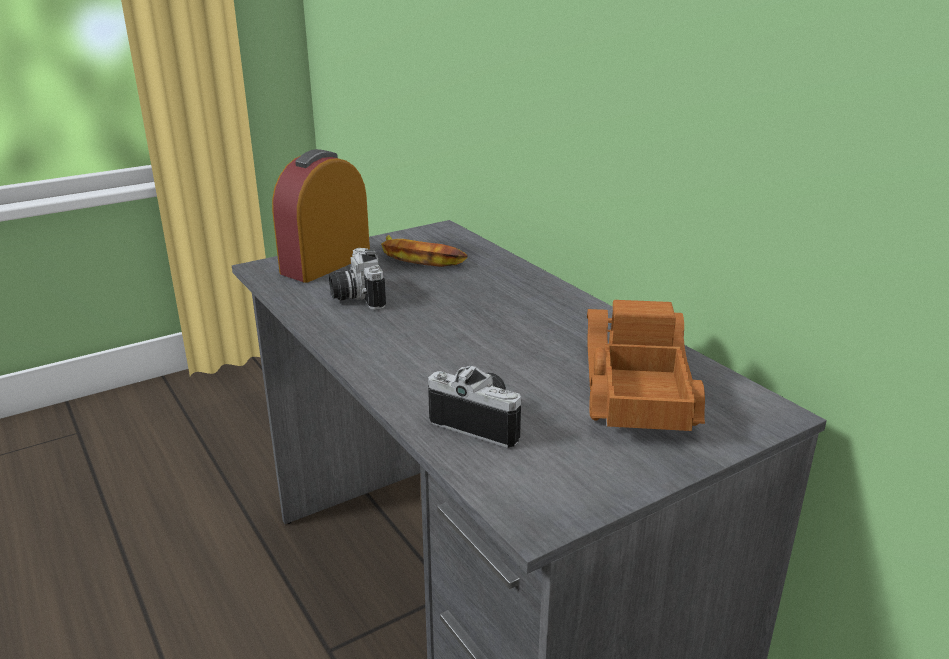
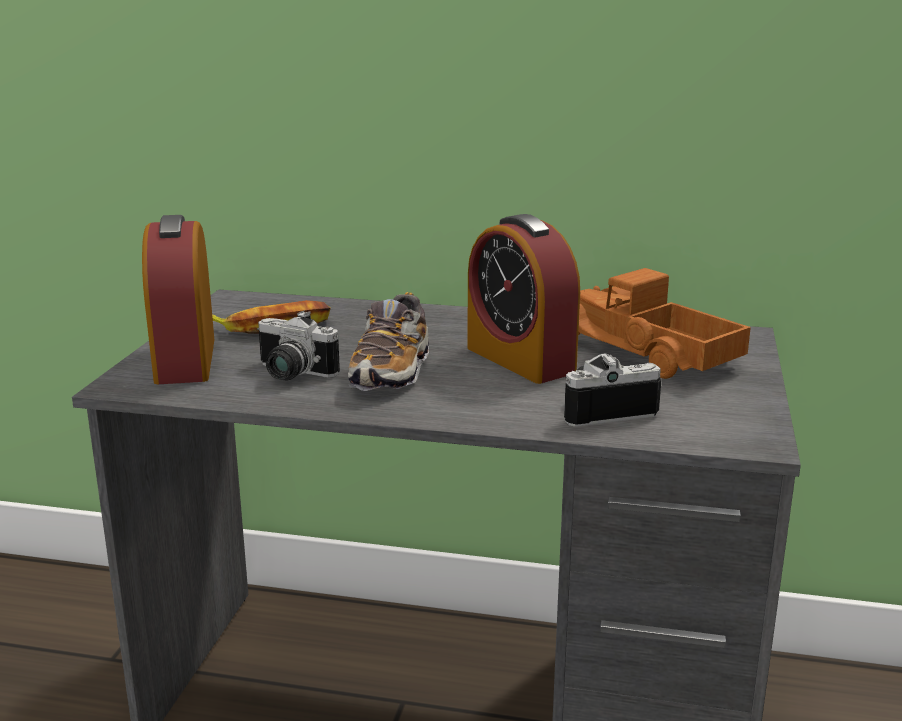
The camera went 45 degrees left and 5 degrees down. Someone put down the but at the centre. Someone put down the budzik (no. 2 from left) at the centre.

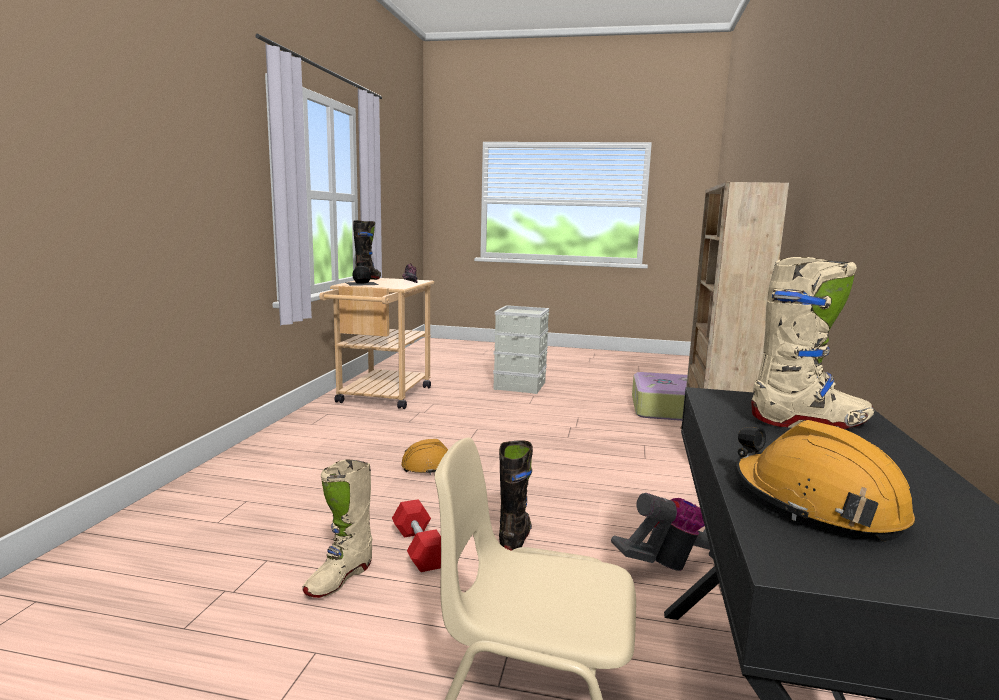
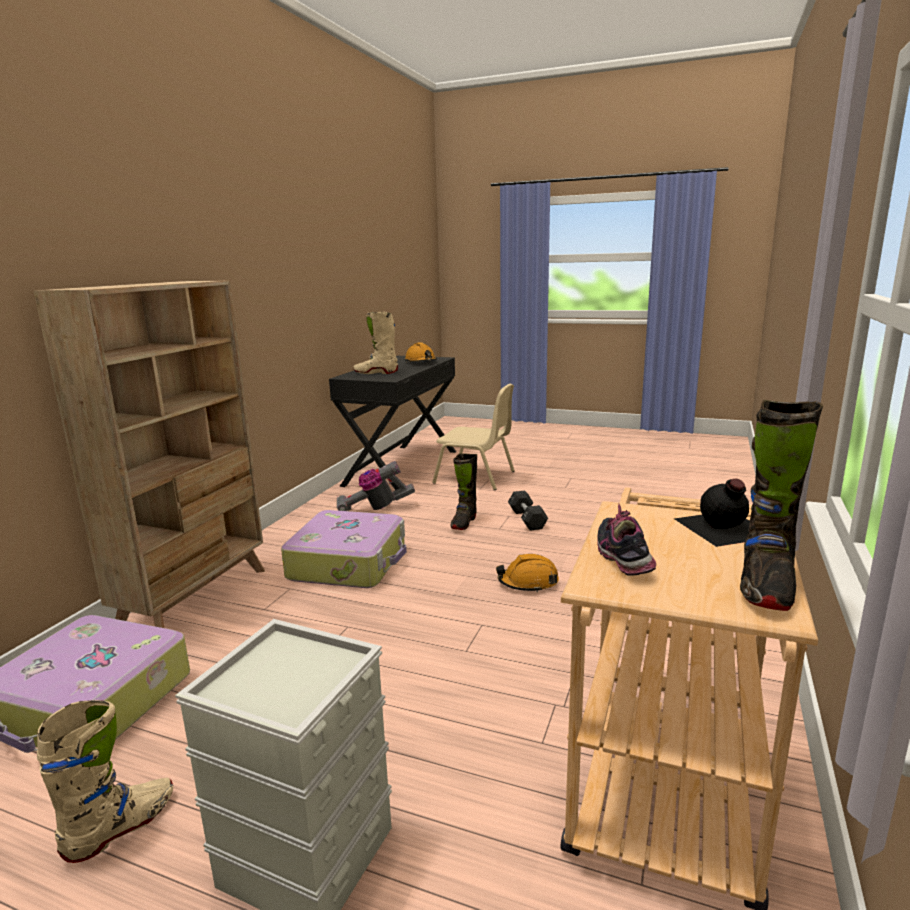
The camera went 170 degrees left and 5 degrees up. Someone carried the but z cholewką (beżowy) (no. 1 from left) from the bottom centre to the bottom left. Someone put down the walizka (no. 2 from left) at the centre. Someone repainted the hantel (czerwony) at the bottom centre, which became the hantel (czarny) at the centre.

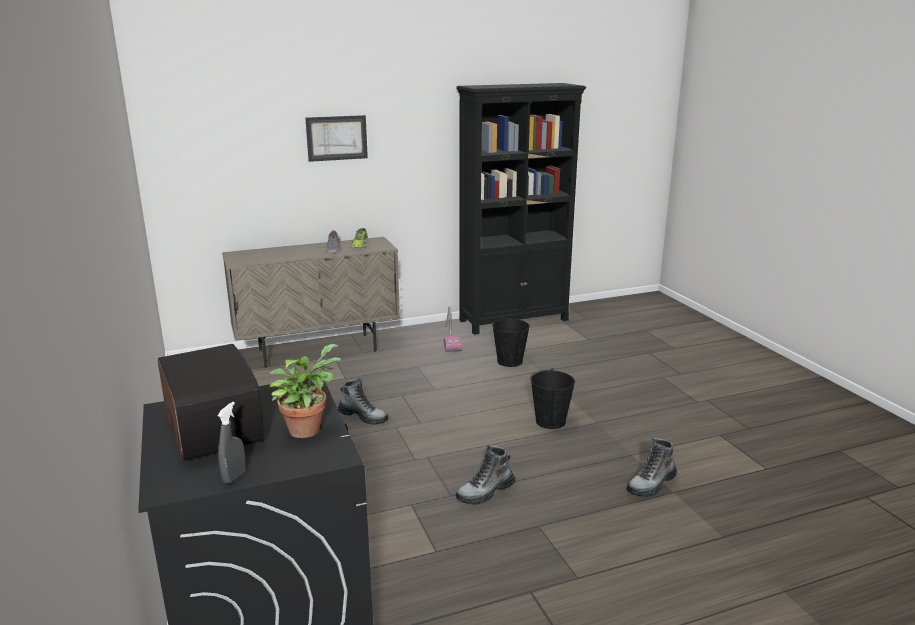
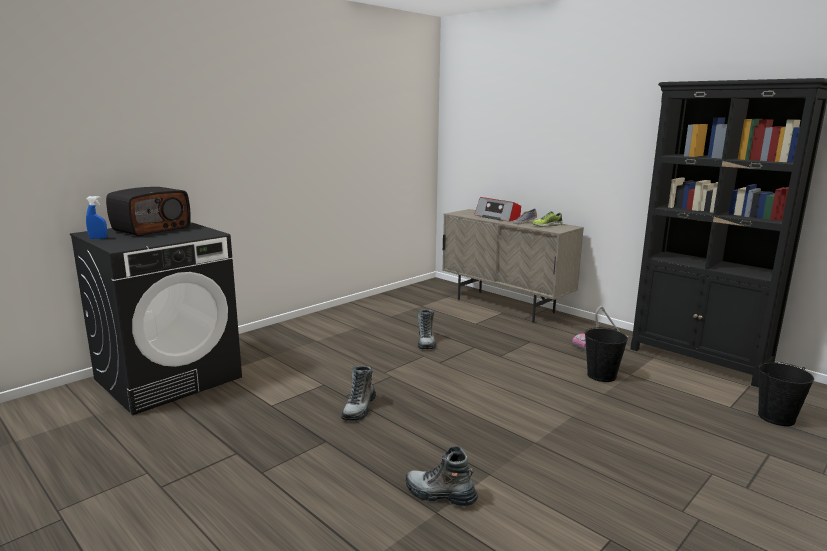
The camera went 65 degrees right and 5 degrees down. Someone repainted the spryskiwacz (szary) at the bottom left, which became the spryskiwacz (niebieski) at the middle left. Someone rotated the but z cholewką (no. 2 from left in the first image) at the bottom centre by 105 degrees counterclockwise. Someone put down the radio (no. 2 from left) at the centre. Someone carried the wiadro (czarny) (no. 2 from left) from the centre to the bottom right. Someone took away the roślina doniczkowa at the centre. Someone took away the obraz at the top centre.

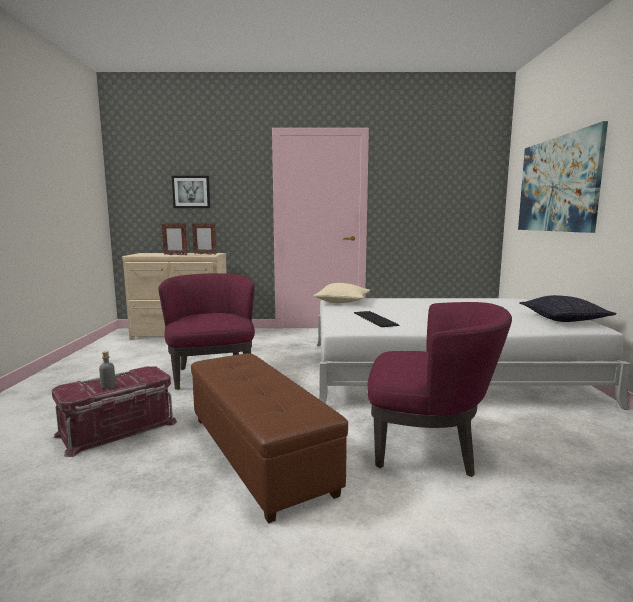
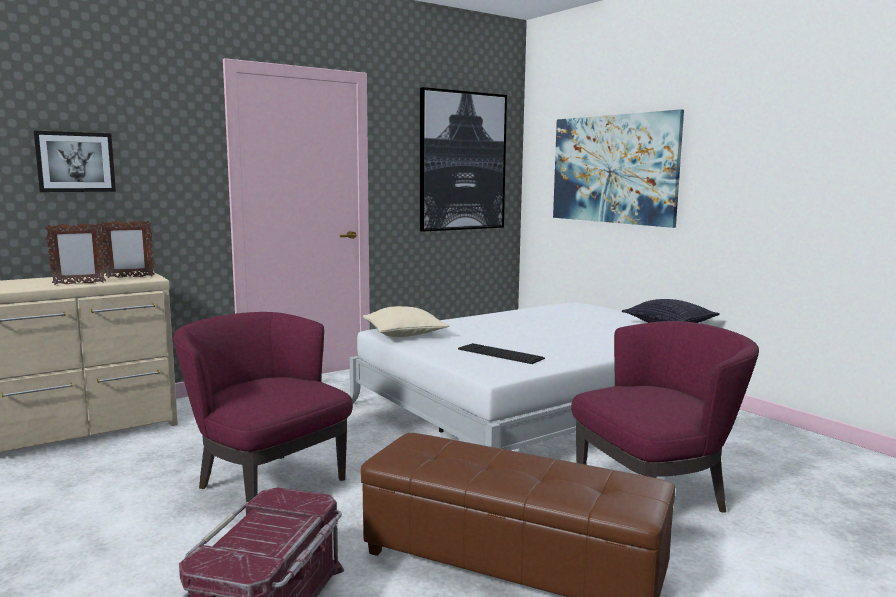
The camera went 35 degrees left and 0 degrees up. Someone put up the obraz (no. 2 from left) at the top centre. Someone took away the butelka (szary) at the middle left.

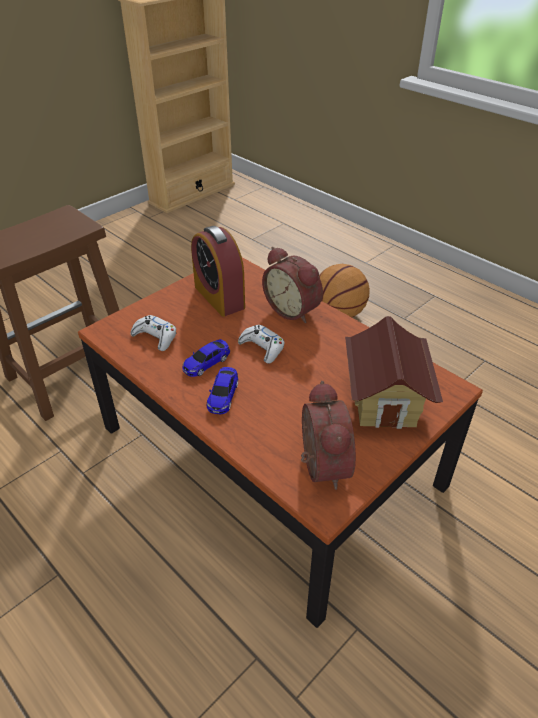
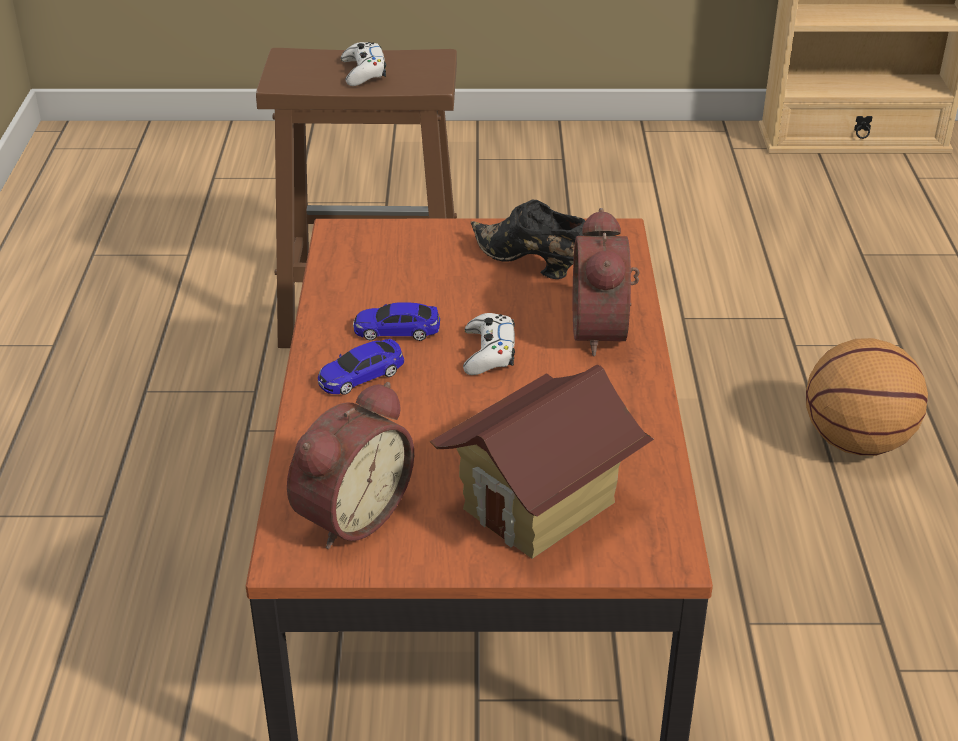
The camera went 45 degrees right and 5 degrees down. Someone carried the pad do gier (biały) (no. 1 from left) from the middle left to the top centre. Someone swapped the budzik (no. 1 from left) at the centre for the but (czarny) at the top centre.

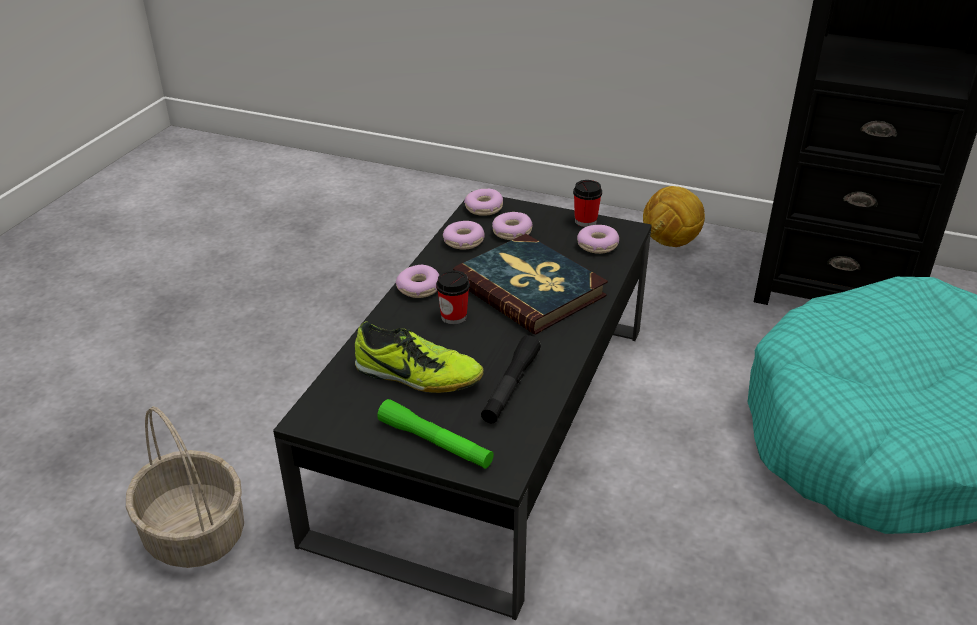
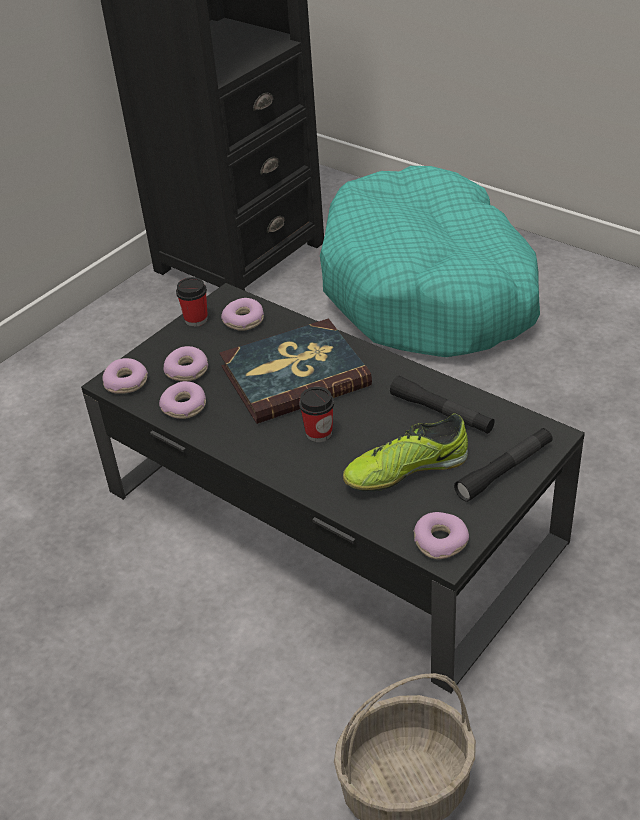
The camera went 70 degrees left and 5 degrees up. Someone rotated the but at the centre by 150 degrees counterclockwise. Someone carried the donut (no. 1 from left in the first image) from the centre to the middle right. Someone repainted the latarka (zielony) at the bottom centre, which became the latarka (czarny) (no. 2 from left) at the middle right. Someone took away the piłka futbolowa at the middle right.

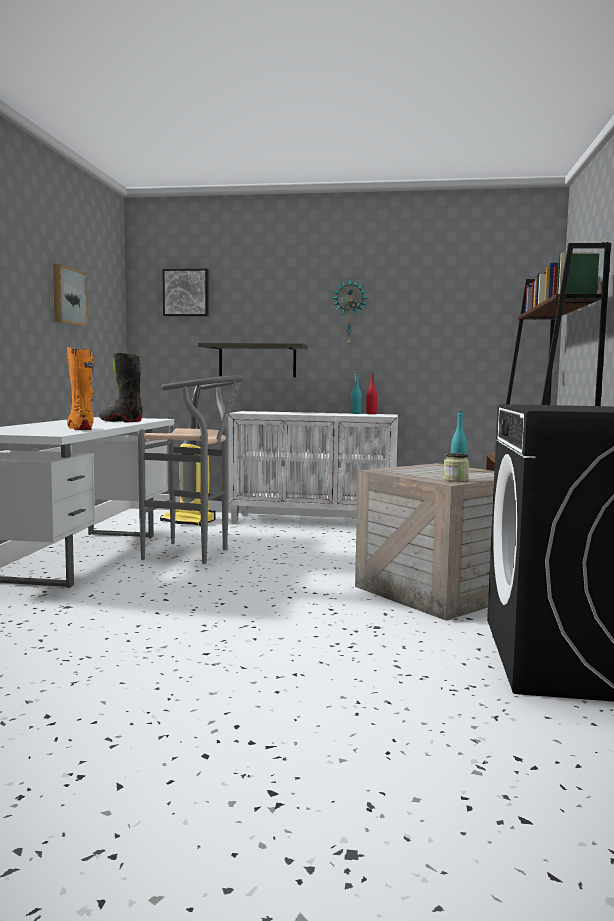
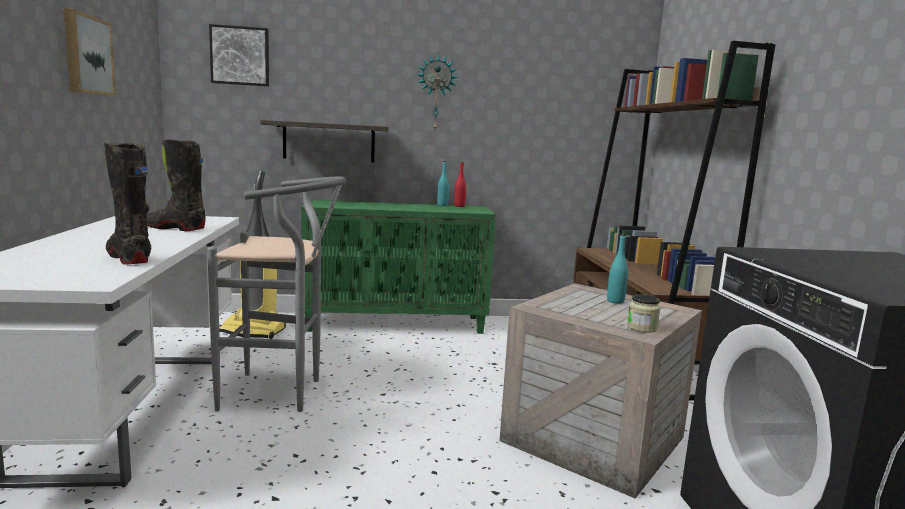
The camera went 15 degrees left and 5 degrees up. Someone repainted the but z cholewką (pomarańczowy) at the middle left, which became the but z cholewką (czarny) (no. 1 from left) at the middle left. Someone repainted the szafka (biały) at the centre, which became the szafka (zielony) at the centre.

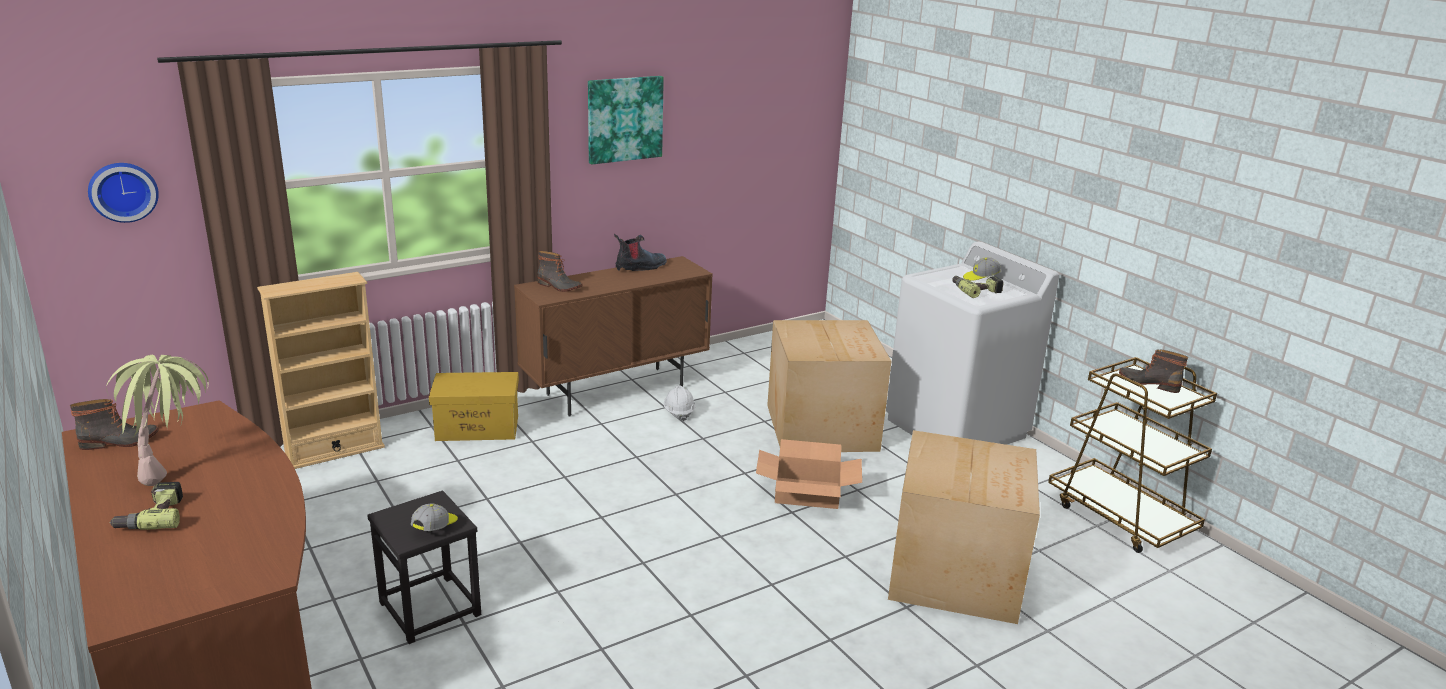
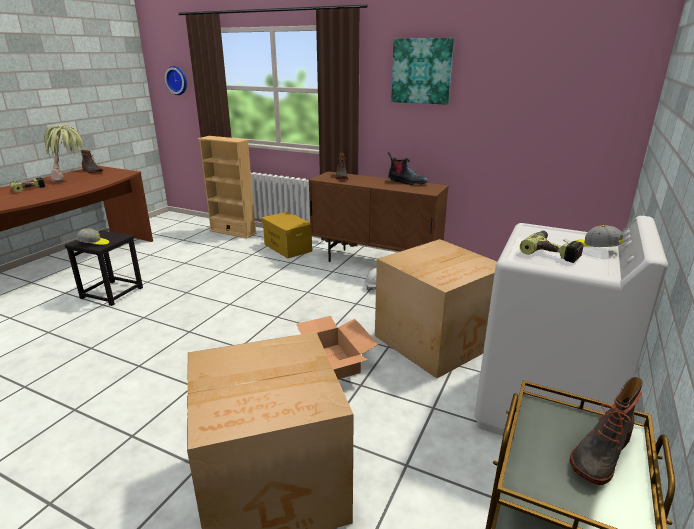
The camera went 60 degrees right and 0 degrees up. Someone rotated the but z cholewką (no. 4 from left) at the middle right by 135 degrees counterclockwise.

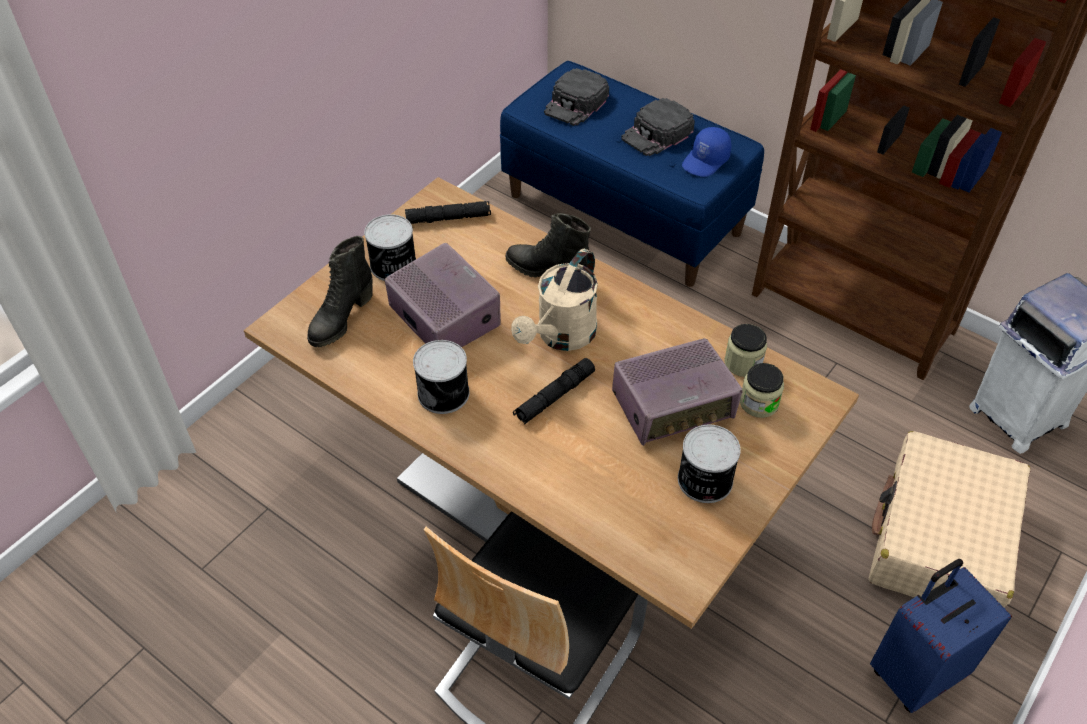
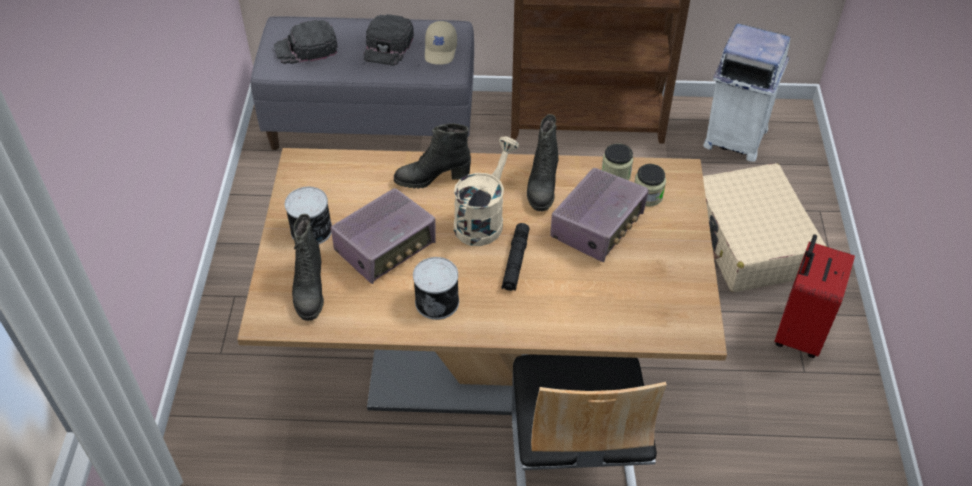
The camera went 35 degrees left and 0 degrees up. Someone repainted the ławka (niebieski) at the top centre, which became the ławka (szary) at the top centre. Someone rotated the czapka z daszkiem (czarny) (no. 1 from left) at the top centre by 75 degrees clockwise. Someone rotated the radio (no. 1 from left) at the centre by 120 degrees clockwise. Someone repainted the czapka z daszkiem (niebieski) at the top centre, which became the czapka z daszkiem (beżowy) at the top centre. Someone rotated the konewka (beżowy) at the centre by 150 degrees counterclockwise. Someone put down the but z cholewką (czarny) (no. 3 from left) at the centre. Someone repainted the walizka (niebieski) at the bottom right, which became the walizka (czerwony) at the middle right. Someone took away the latarka (czarny) (no. 1 from left) at the top centre. Someone took away the puszka (no. 3 from left) at the centre.

